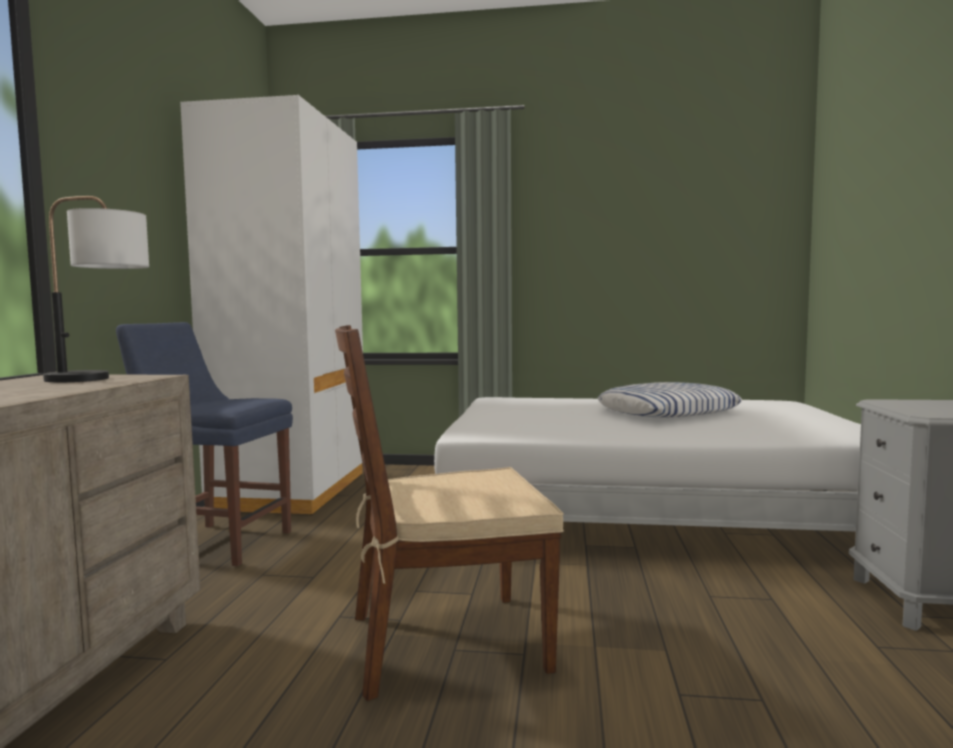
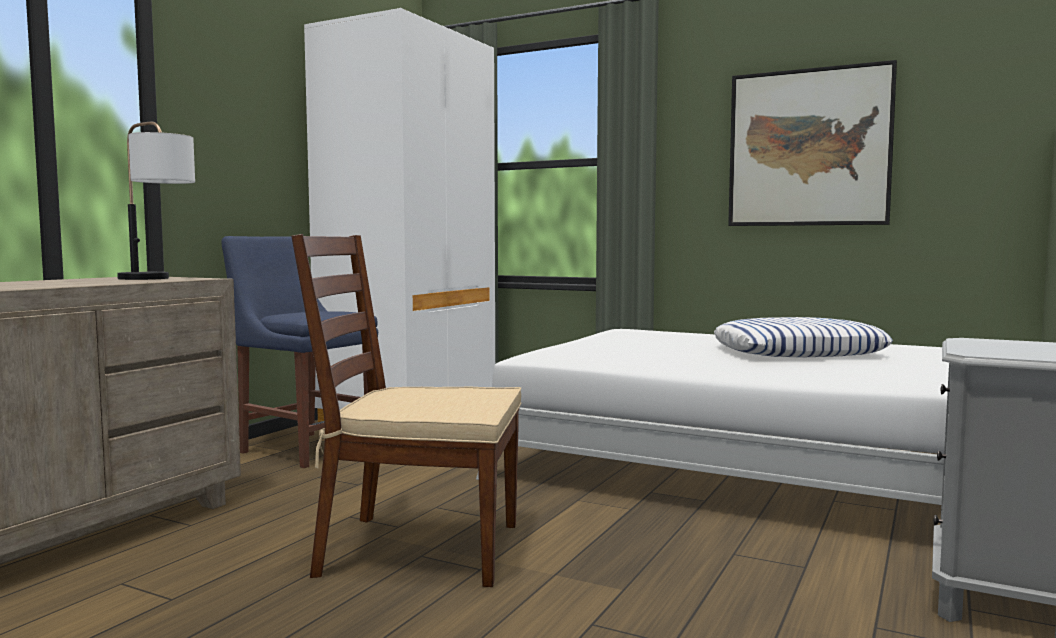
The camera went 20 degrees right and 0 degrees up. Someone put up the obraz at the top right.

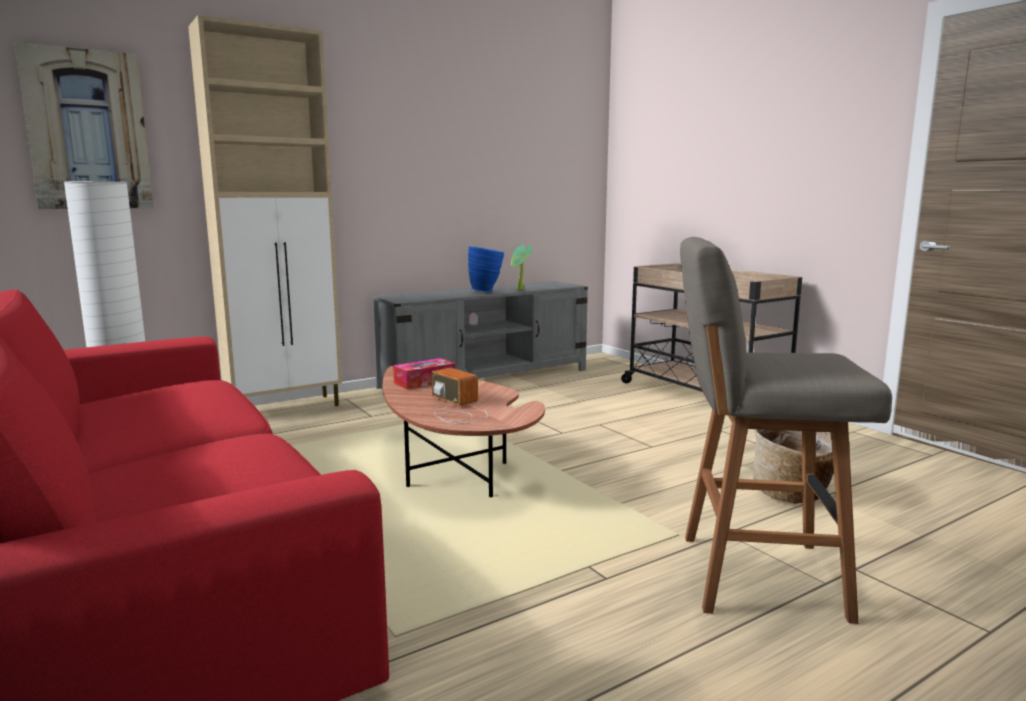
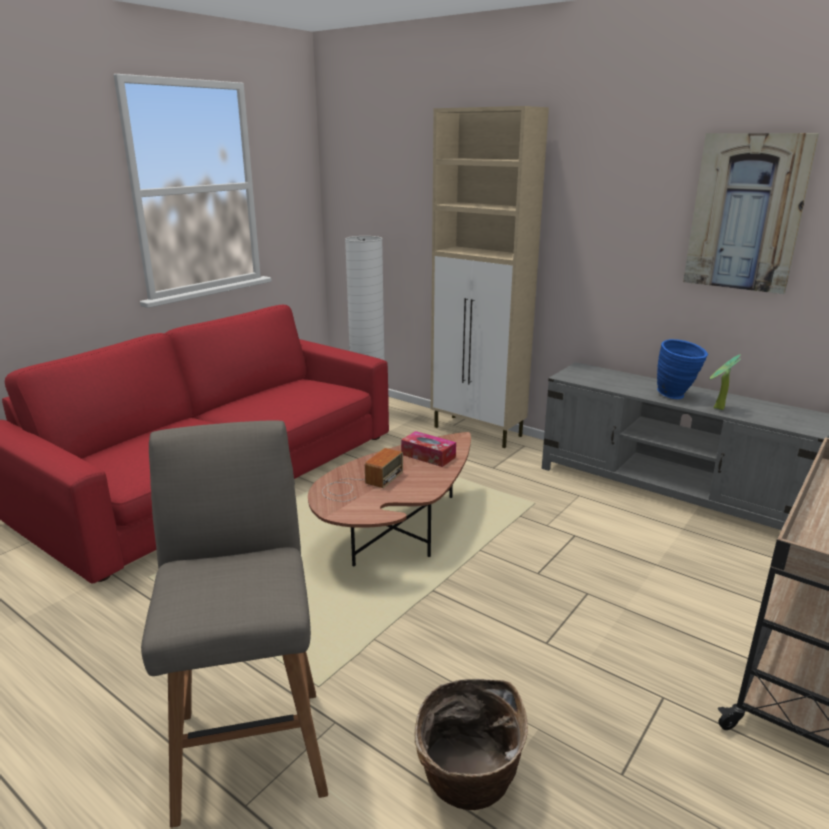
The camera went 70 degrees right and 10 degrees up. Someone carried the obraz from the top left to the top right.

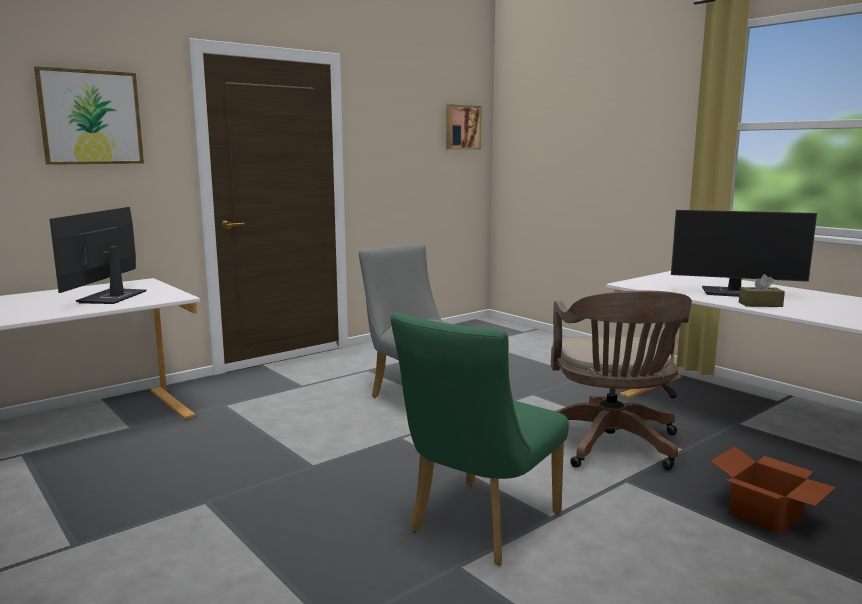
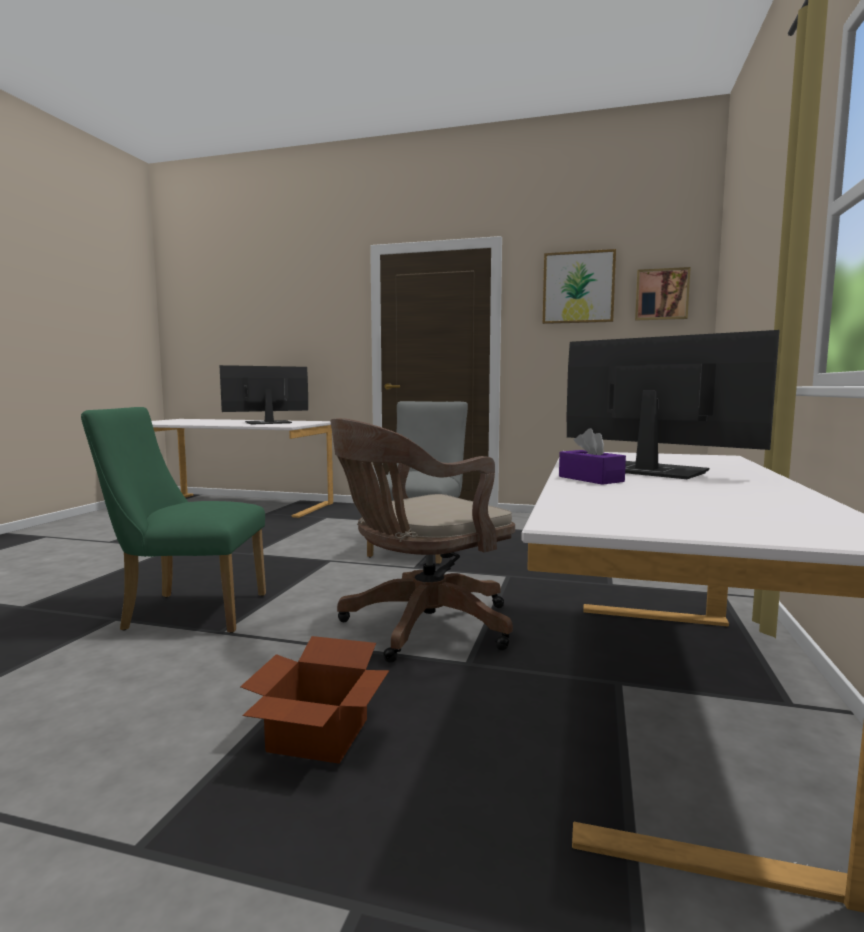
The camera went 55 degrees right and 5 degrees down. Someone carried the obraz (no. 1 from left) from the top left to the top right. Someone repainted the pudełko chusteczek (brązowy) at the middle right, which became the pudełko chusteczek (fioletowy) at the middle right. Someone rotated the monitor (no. 2 from left) at the middle right by 150 degrees clockwise.

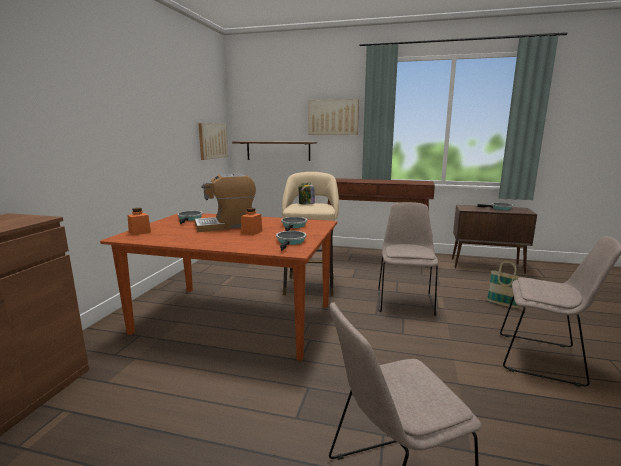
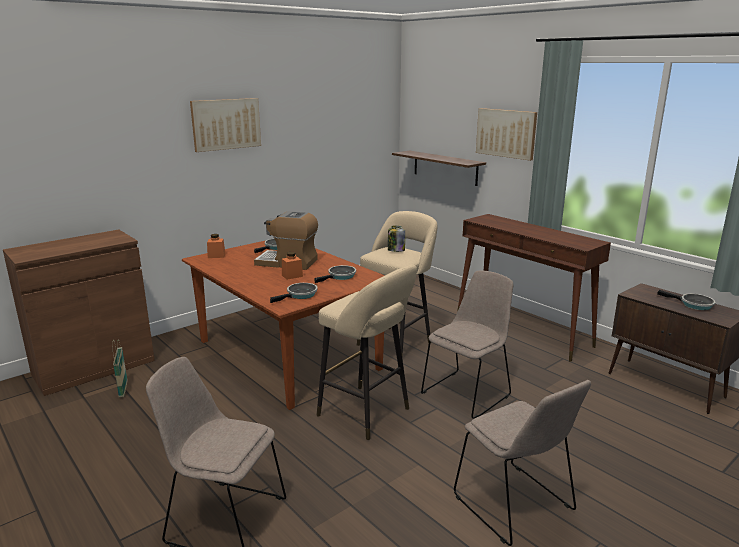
The camera went 35 degrees right and 5 degrees up. Someone carried the koszyk from the middle right to the bottom left. Someone carried the obraz (no. 1 from left) from the top centre to the top left. Someone put down the stołek (beżowy) (no. 1 from left) at the centre.

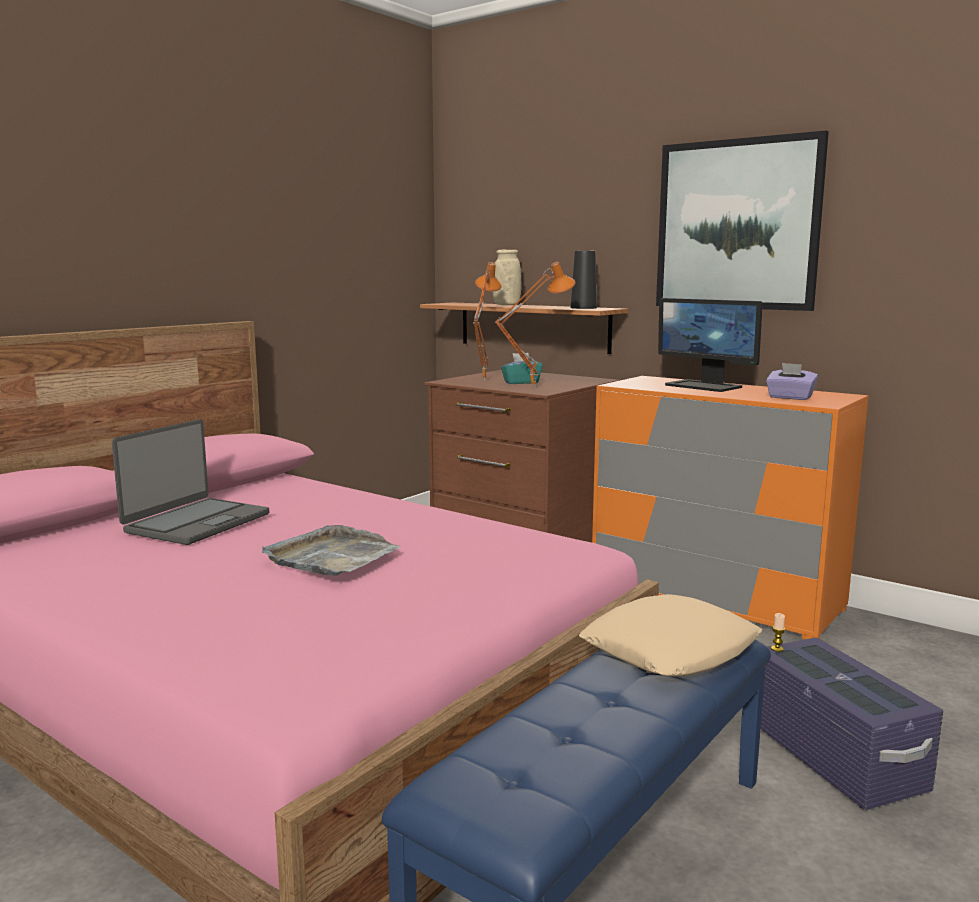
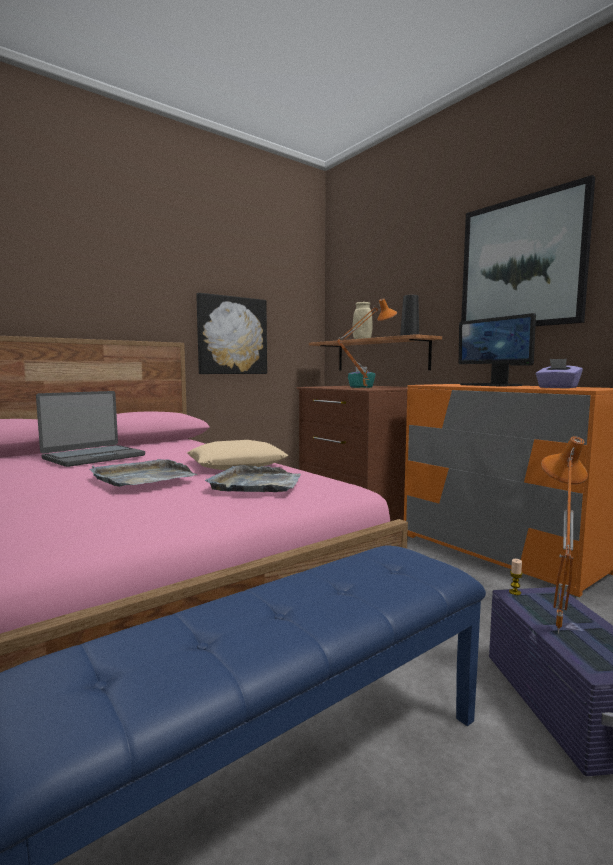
The camera went 15 degrees right and 5 degrees down. Someone carried the poduszka (beżowy) from the bottom right to the centre. Someone put up the obraz (no. 1 from left) at the centre. Someone put down the taca (szary) (no. 2 from left) at the centre. Someone carried the lampa stołowa (pomarańczowy) (no. 1 from left in the first image) from the centre to the middle right.

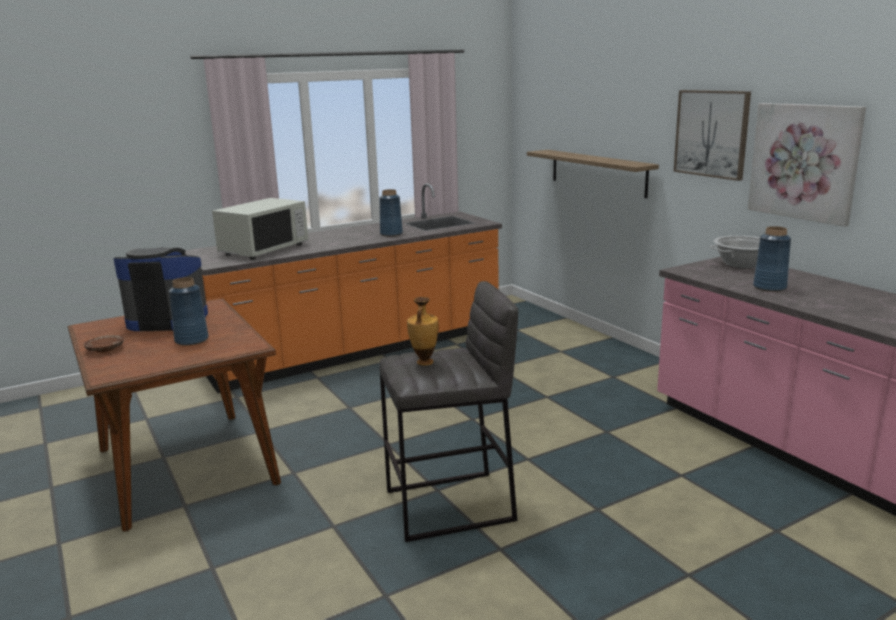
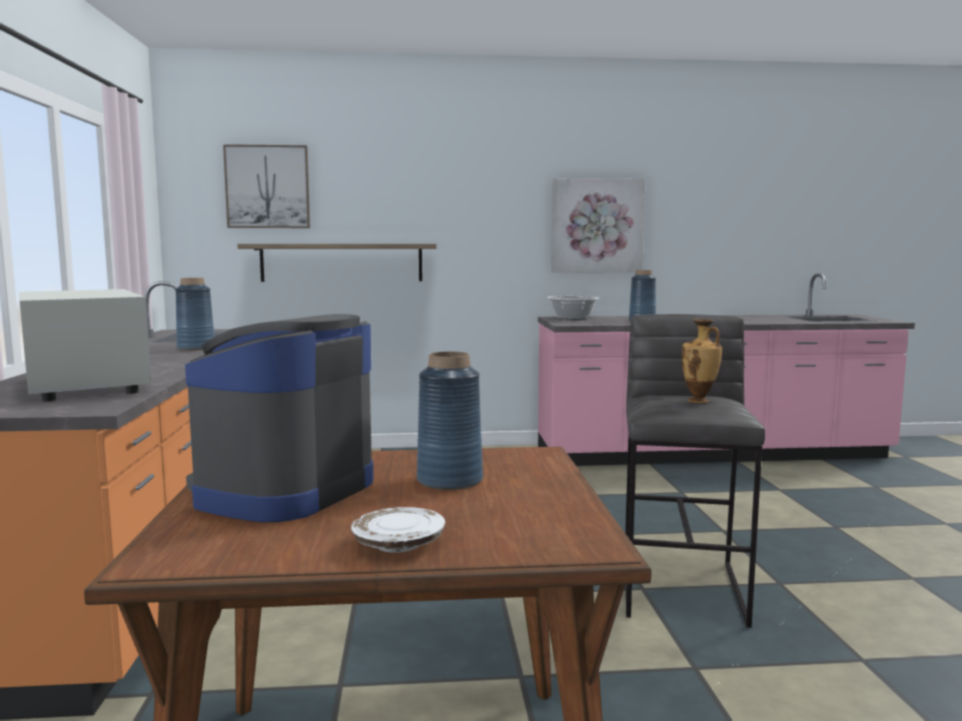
The camera went 65 degrees left and 10 degrees down. Someone carried the obraz (no. 1 from left) from the top right to the top left. Someone repainted the talerz (brązowy) at the middle left, which became the talerz (biały) at the bottom centre.

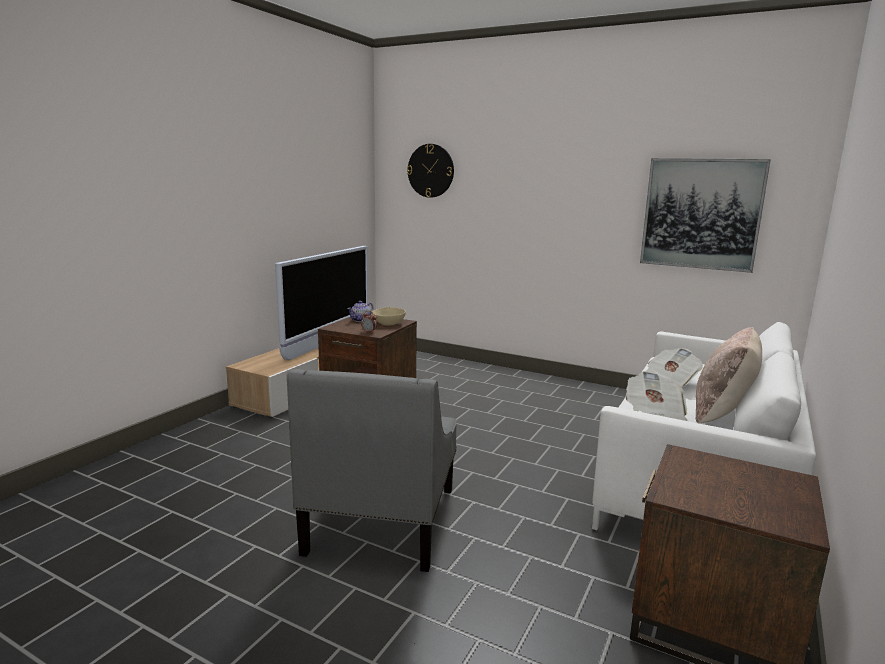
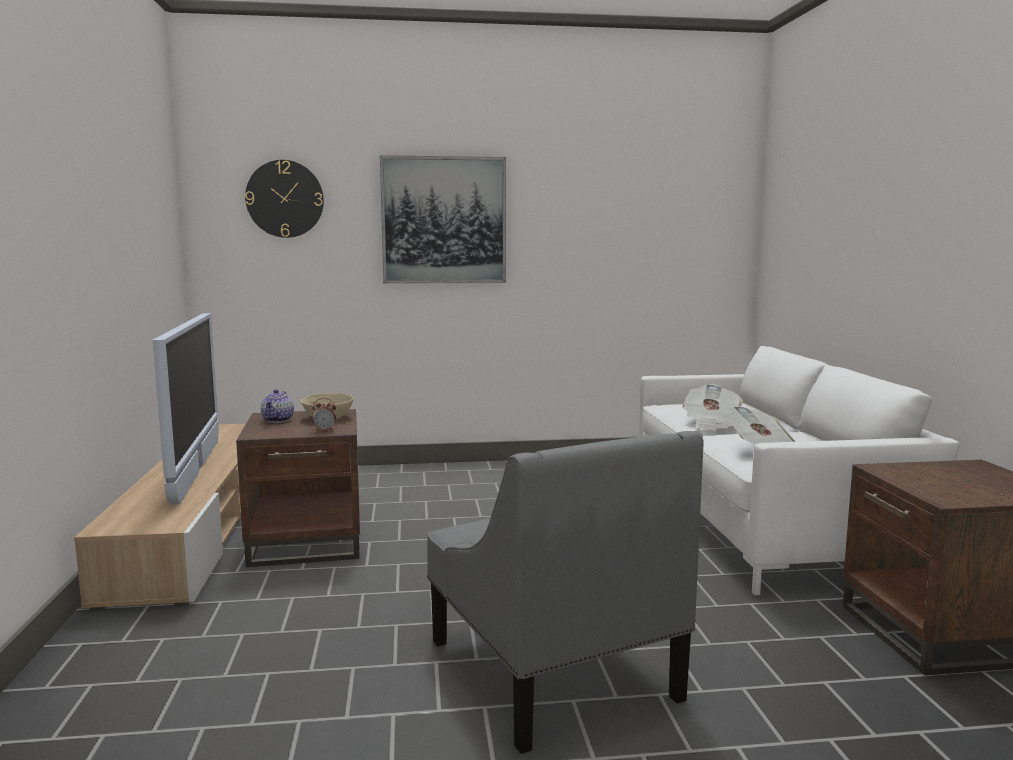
The camera went 35 degrees left and 5 degrees down. Someone carried the obraz from the top right to the top centre. Someone took away the poduszka (beżowy) at the middle right.

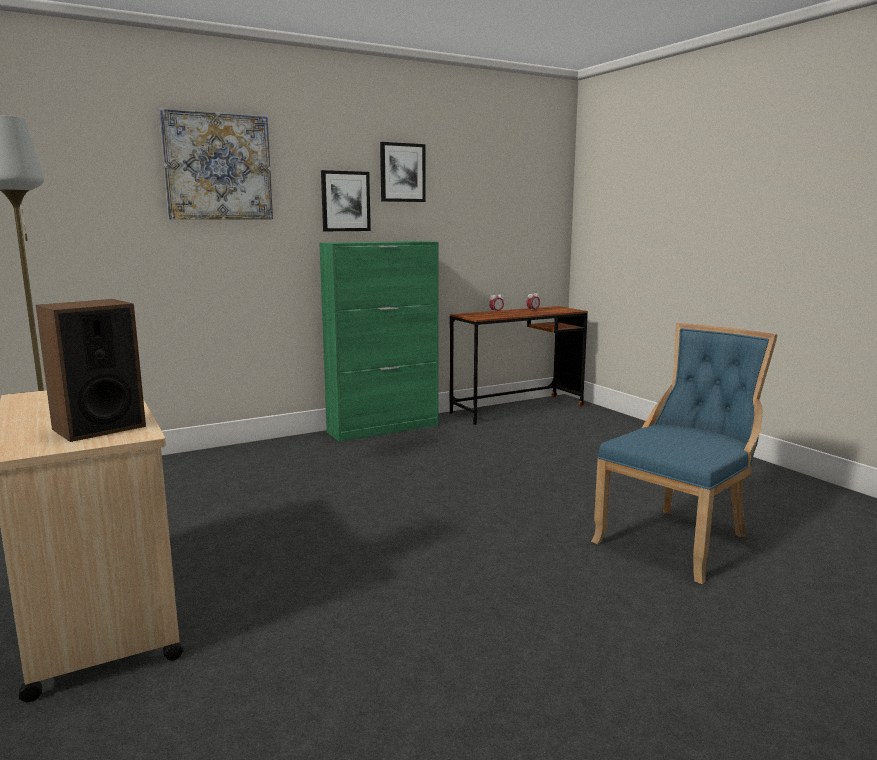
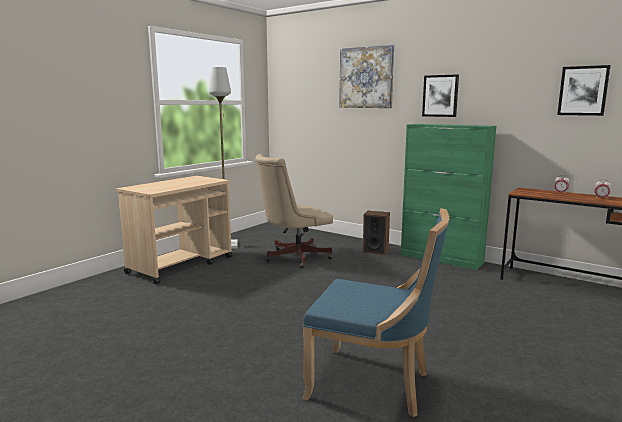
The camera went 65 degrees right and 0 degrees up. Someone put down the krzesło biurowe (beżowy) at the centre. Someone carried the głośnik from the middle left to the centre. Someone carried the obraz (no. 3 from left) from the top centre to the top right.

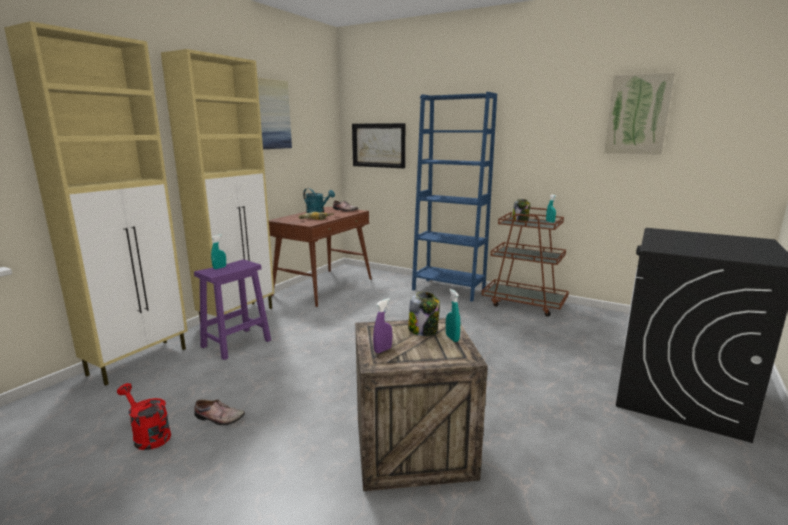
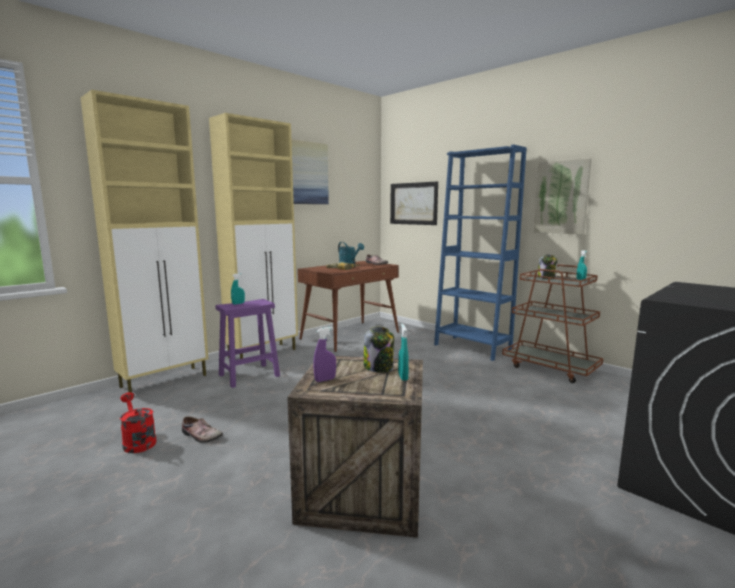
The camera went 15 degrees right and 5 degrees down. Someone carried the obraz (no. 3 from left) from the top right to the middle right.

